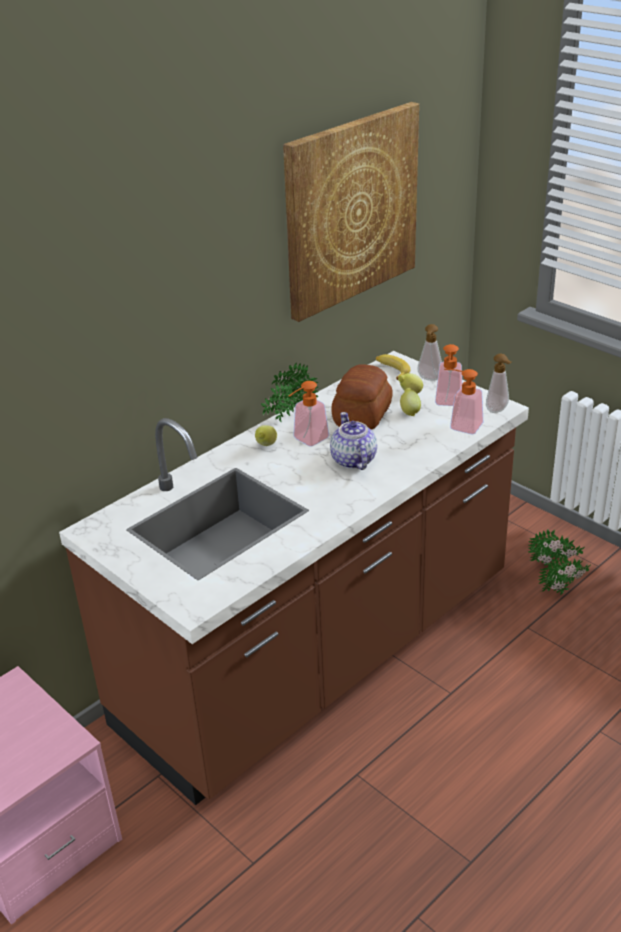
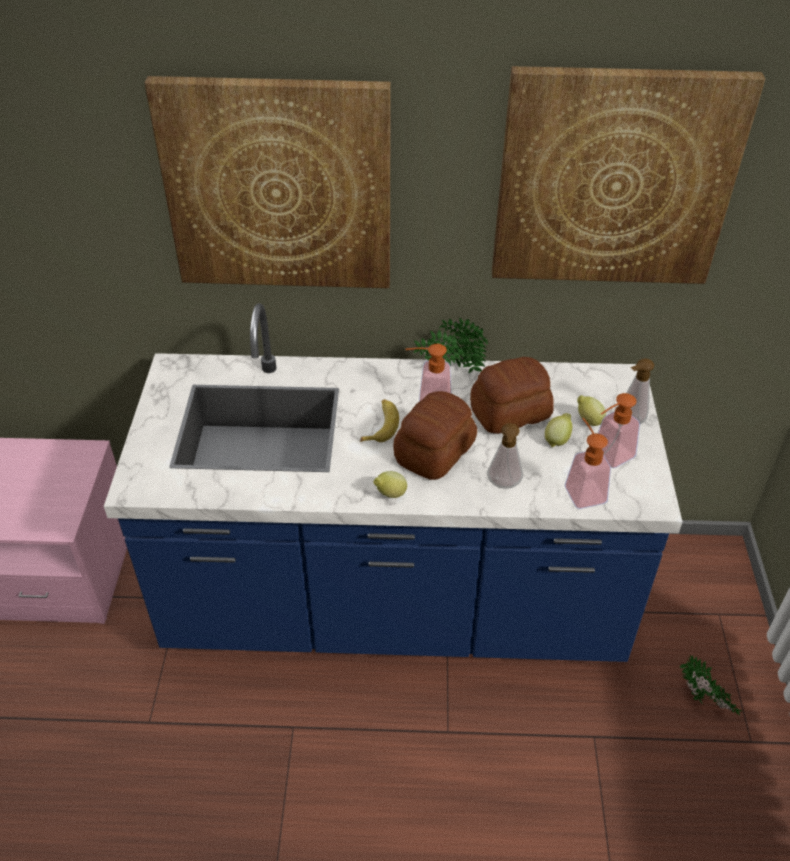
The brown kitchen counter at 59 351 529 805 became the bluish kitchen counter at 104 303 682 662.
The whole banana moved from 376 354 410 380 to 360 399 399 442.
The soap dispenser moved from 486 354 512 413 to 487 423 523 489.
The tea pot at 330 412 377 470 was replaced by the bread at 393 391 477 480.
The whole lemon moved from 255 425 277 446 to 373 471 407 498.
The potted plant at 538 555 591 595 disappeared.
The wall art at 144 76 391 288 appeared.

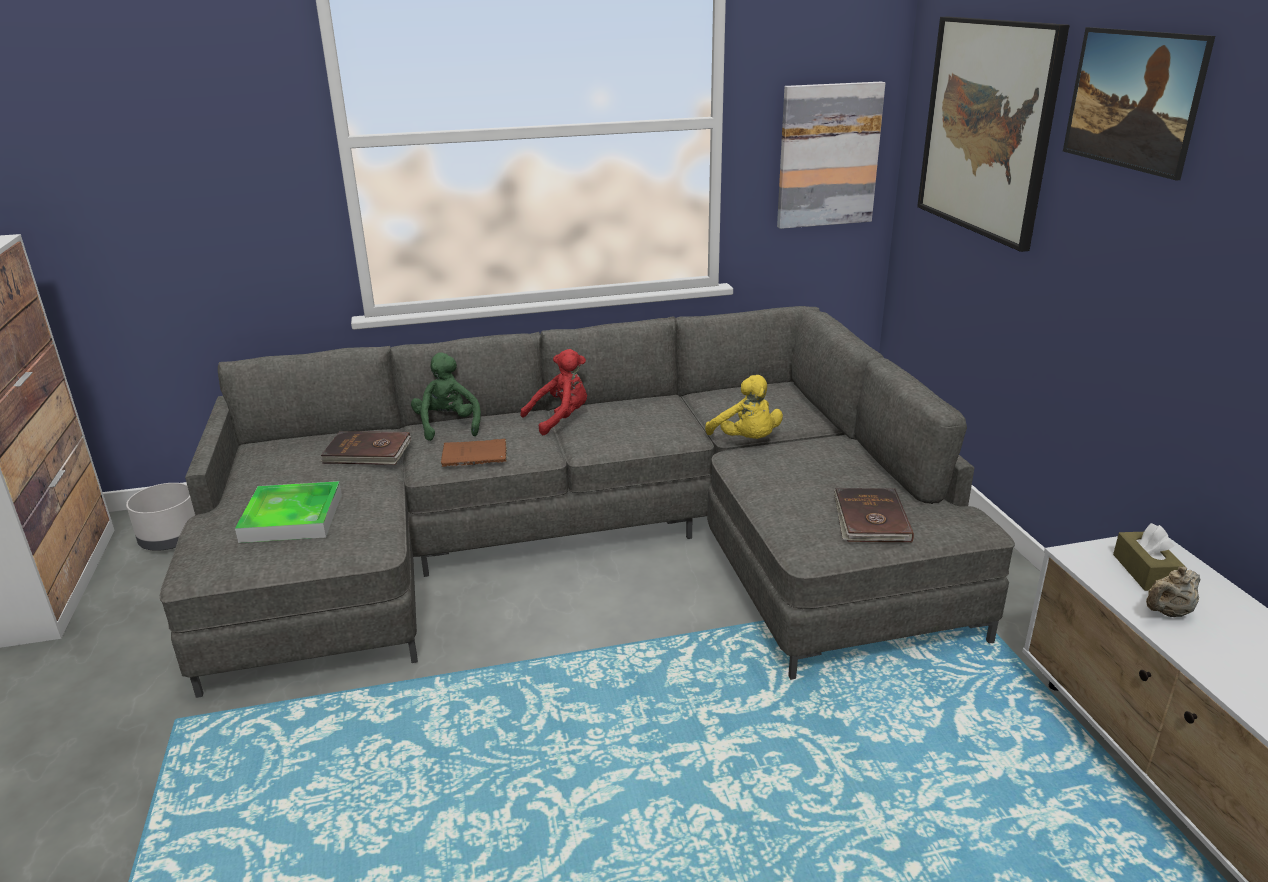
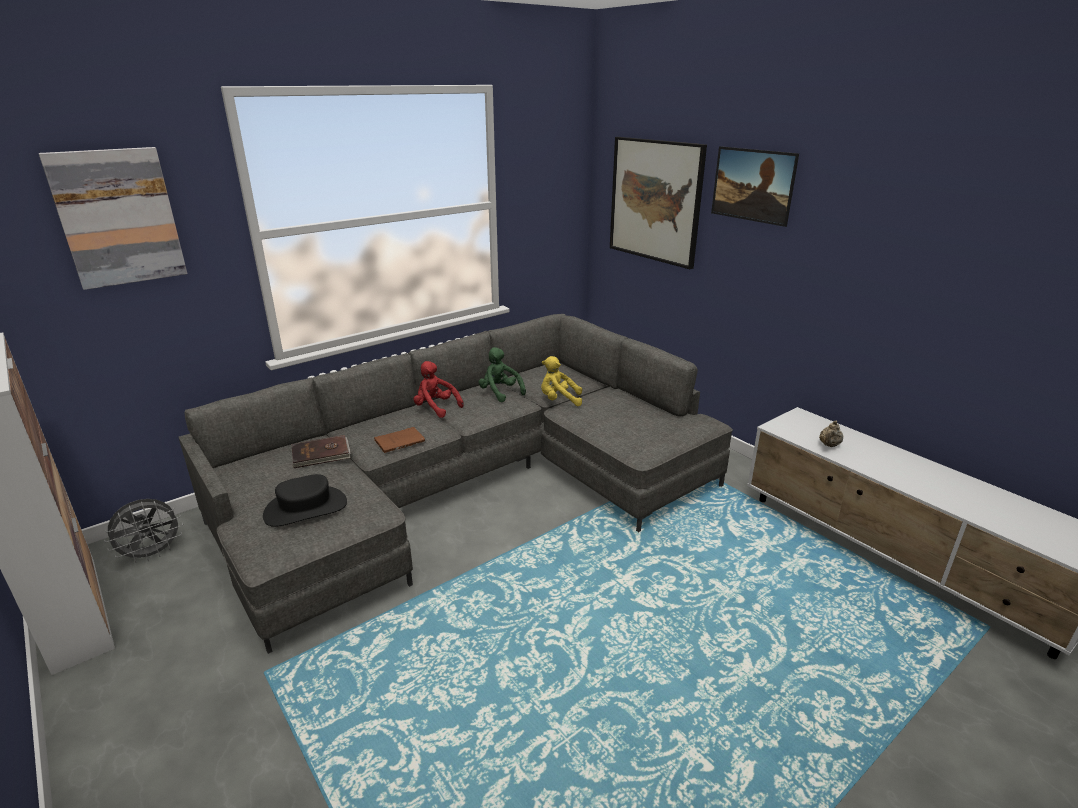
The wall art moved from 777 82 885 229 to 39 147 187 290.
The red plush toy at 520 349 587 435 turned 90 degrees counterclockwise.
The greenish plush toy moved from 411 353 481 441 to 478 347 526 403.
The yellow plush toy at 705 375 783 439 turned 150 degrees clockwise.
The carrying tray at 235 481 342 543 was replaced by the blackish wearable hat at 263 474 347 527.
The grey plant pot at 126 483 195 551 was replaced by the grey fan at 104 499 183 563.
The brown volume at 834 488 914 543 disappeared.
The brown tissue holder at 1113 523 1185 591 disappeared.

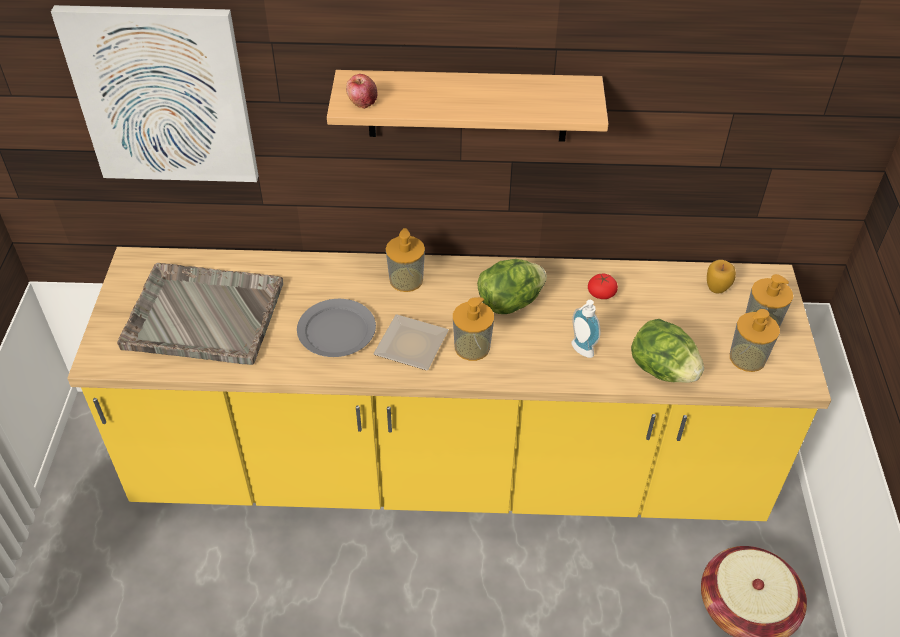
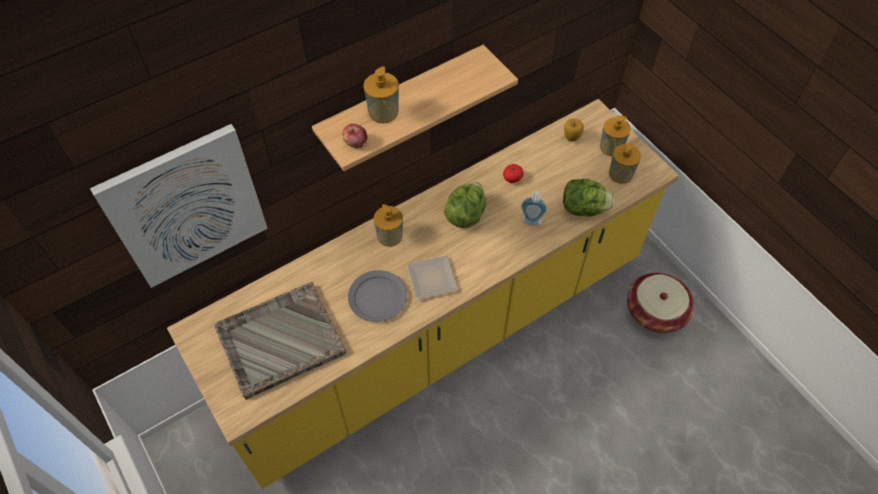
The soap dispenser moved from 453 297 494 361 to 363 66 399 123.

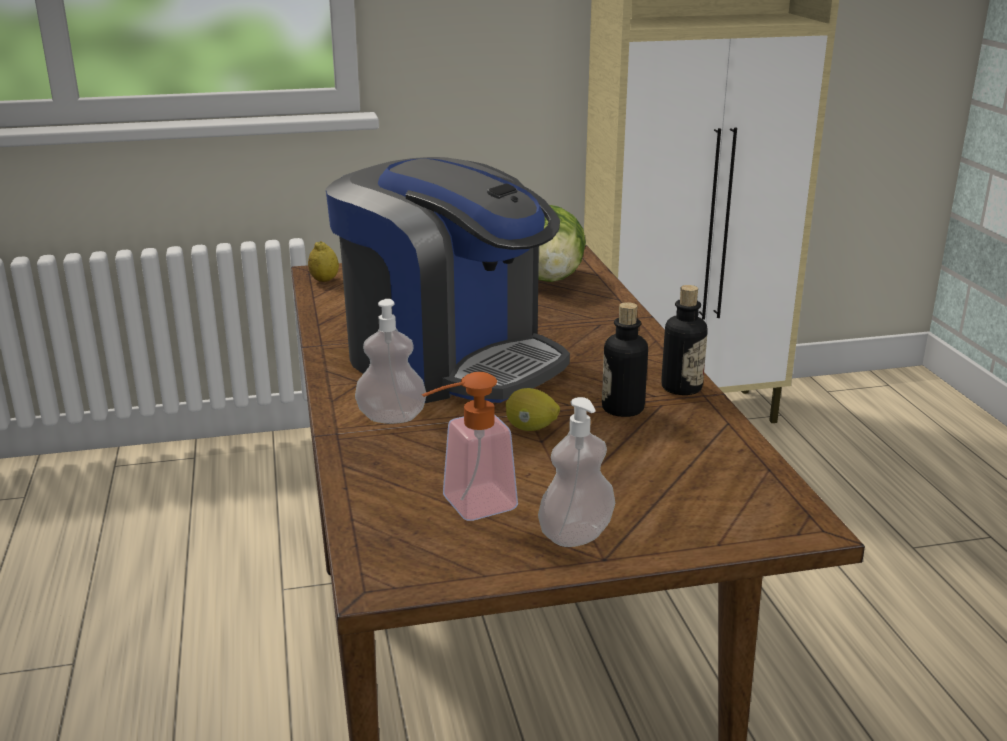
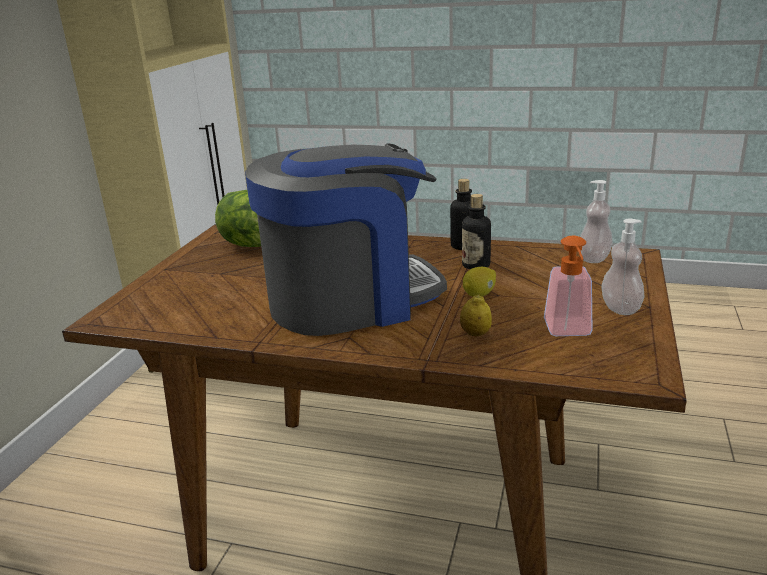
The whole lemon moved from 308 241 339 282 to 460 294 492 336.
The soap dispenser moved from 355 299 426 424 to 580 180 613 263.

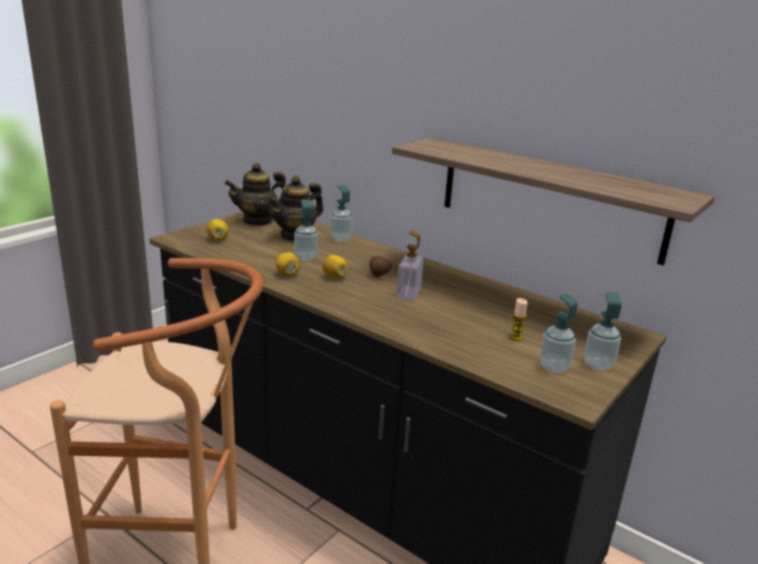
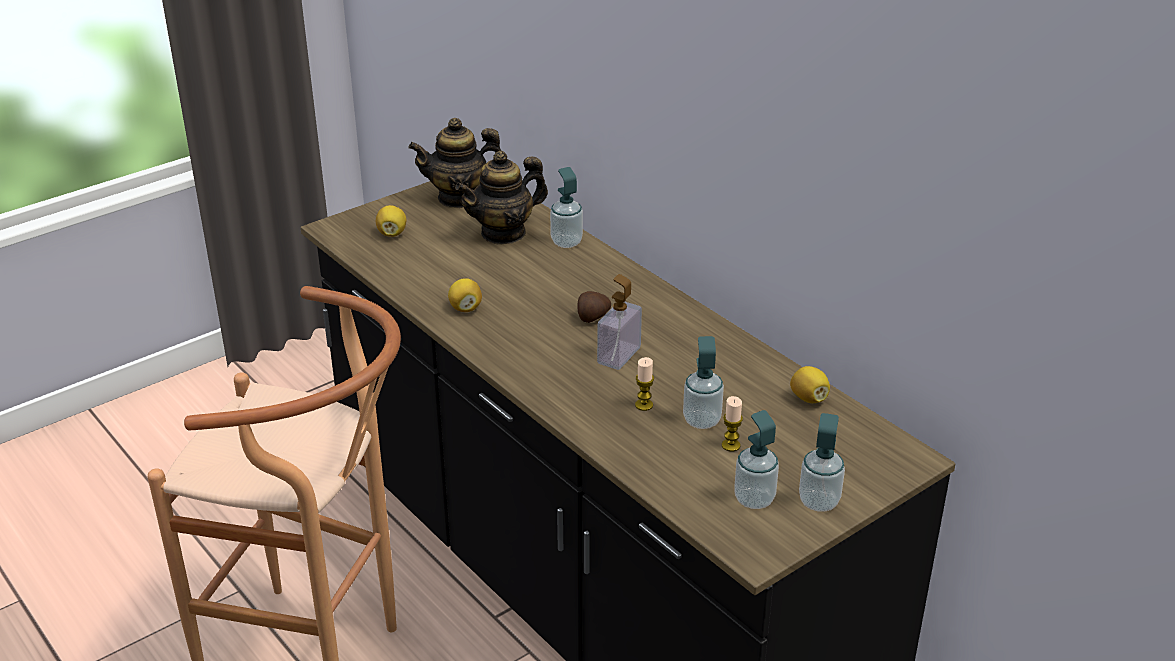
The wall shelf at 392 138 715 266 disappeared.
The soap dispenser moved from 294 200 318 261 to 683 336 724 429.
The whole lemon moved from 322 255 348 278 to 790 366 830 403.
The wax candle at 635 357 654 411 appeared.

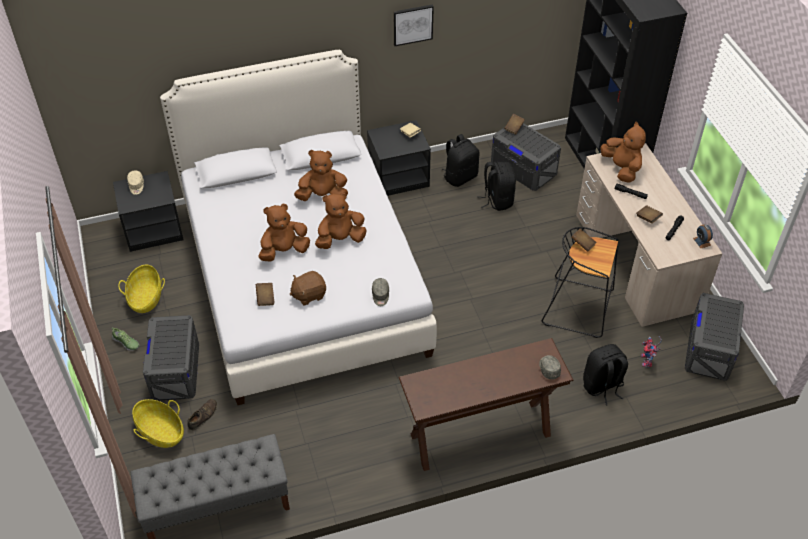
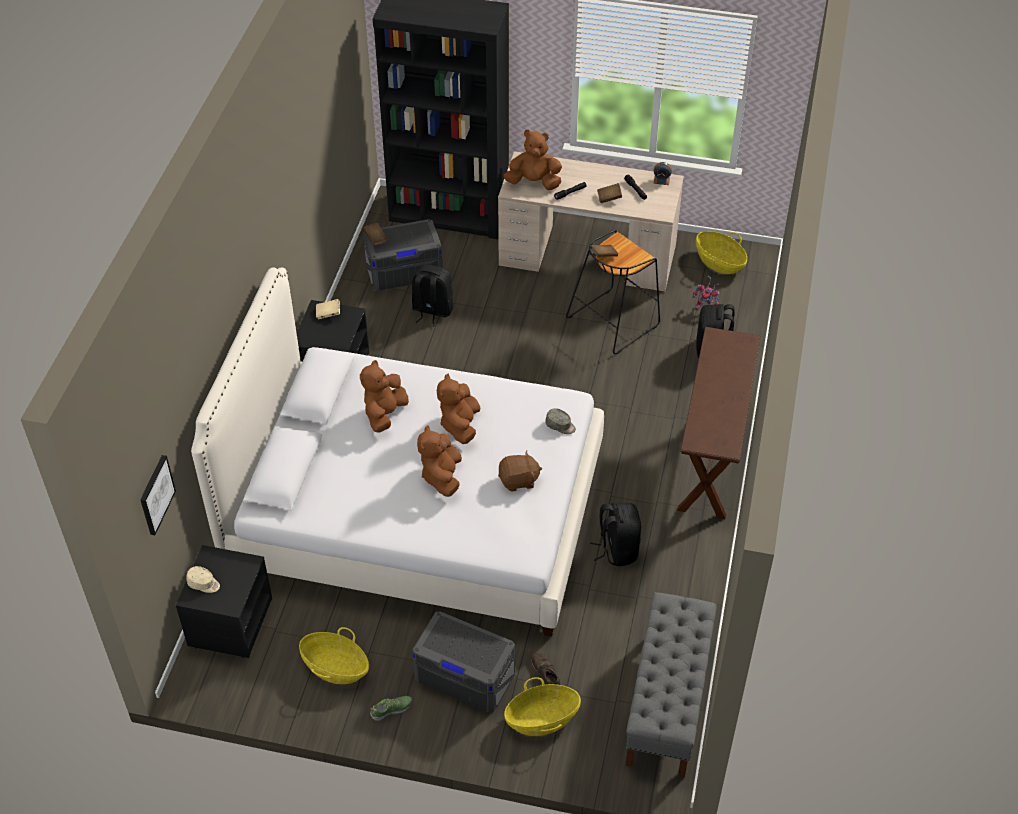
The wall art moved from 394 5 434 46 to 140 455 176 535.
The blackish rucksack moved from 442 134 479 187 to 590 503 641 566.
The brown plush toy at 290 271 326 306 turned 105 degrees counterclockwise.
The brown volume at 256 283 275 306 disappeared.
The grey storage container at 685 293 744 381 was replaced by the household basket at 696 231 747 274.
The grey baseball cap at 539 355 561 379 disappeared.

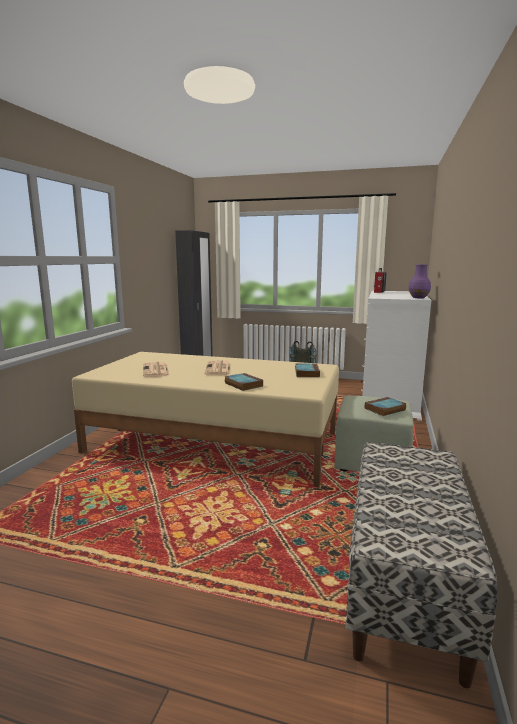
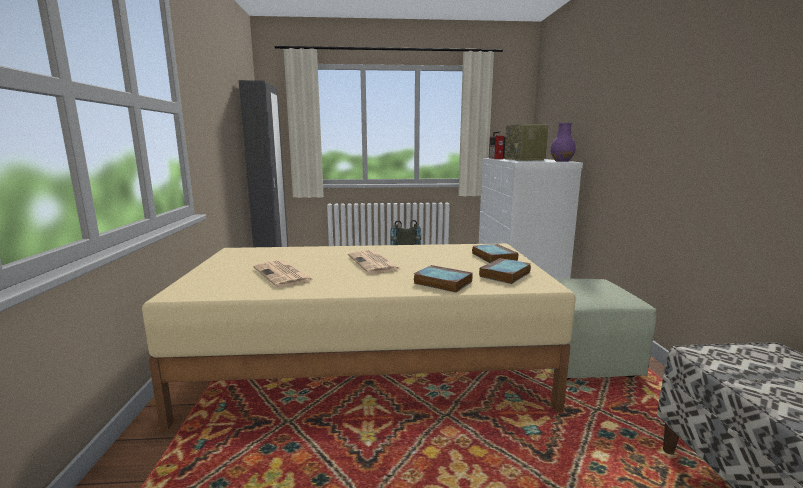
The volume moved from 365 397 407 416 to 479 258 531 284.
The radio receiver at 505 124 548 161 appeared.

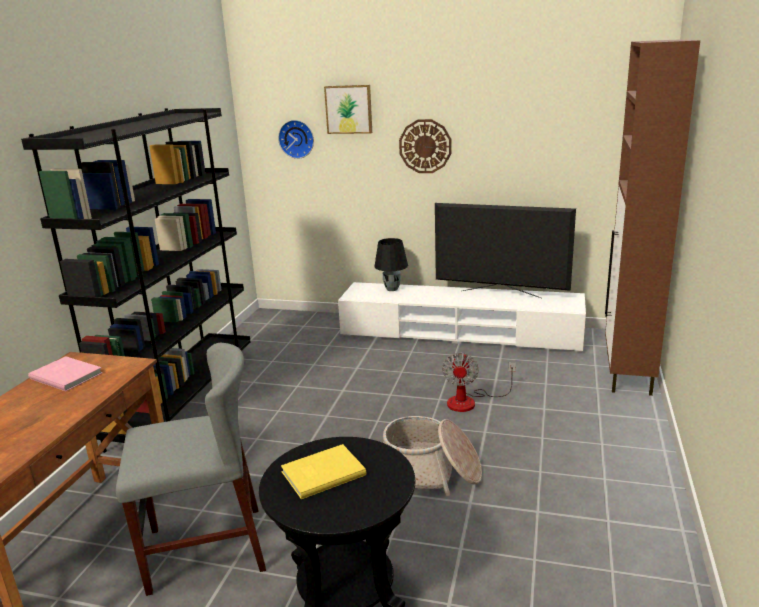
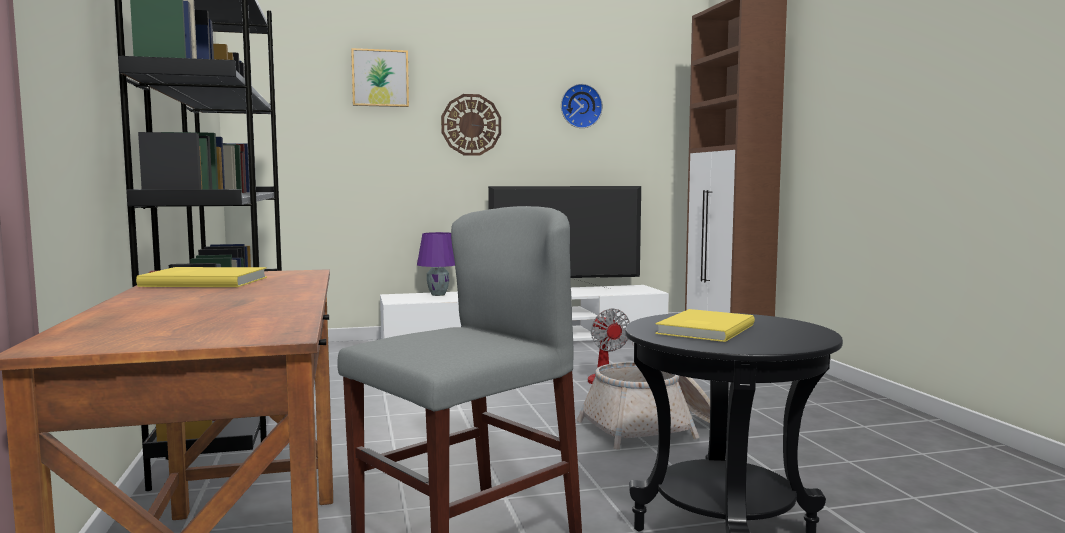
The wall clock moved from 278 120 314 159 to 561 84 603 128.
The blackish tabletop lamp at 374 238 408 291 became the purple-coloured tabletop lamp at 417 232 455 296.
The pink volume at 28 356 103 391 became the yellow volume at 136 267 267 287.

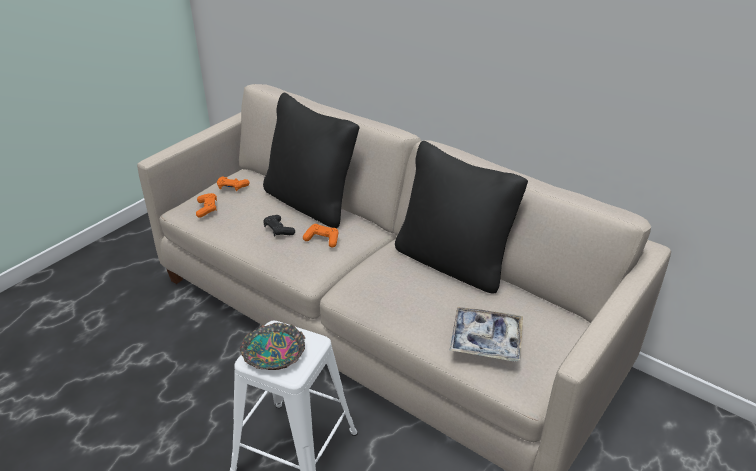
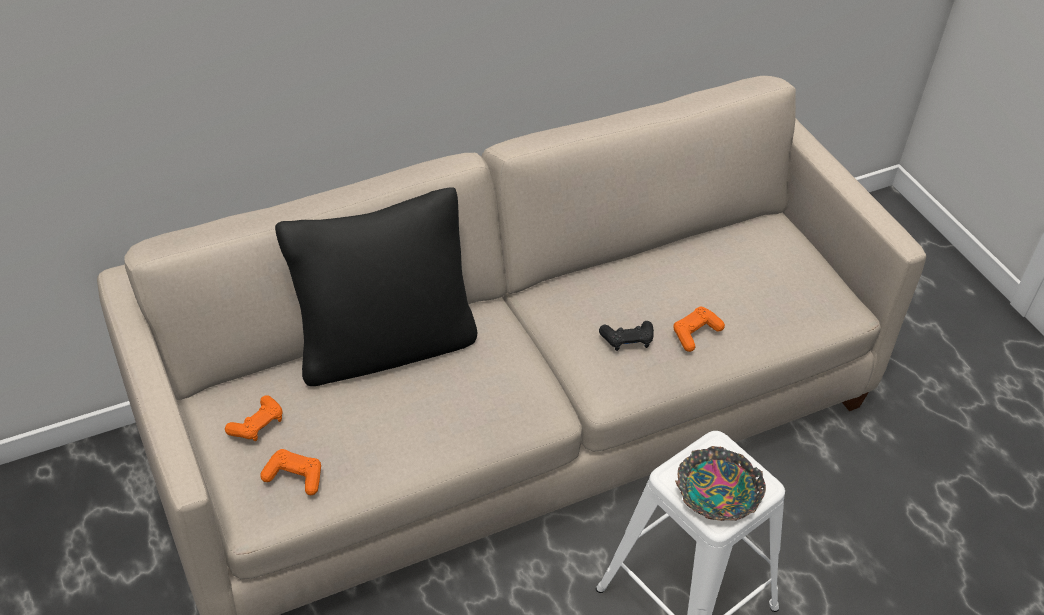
The blackish throw pillow at 395 141 528 294 disappeared.
The blackish joypad moved from 263 215 295 236 to 599 321 654 351.
The orange-coloured joypad moved from 303 224 338 248 to 673 307 725 352.
The carrying tray at 449 307 523 362 disappeared.

